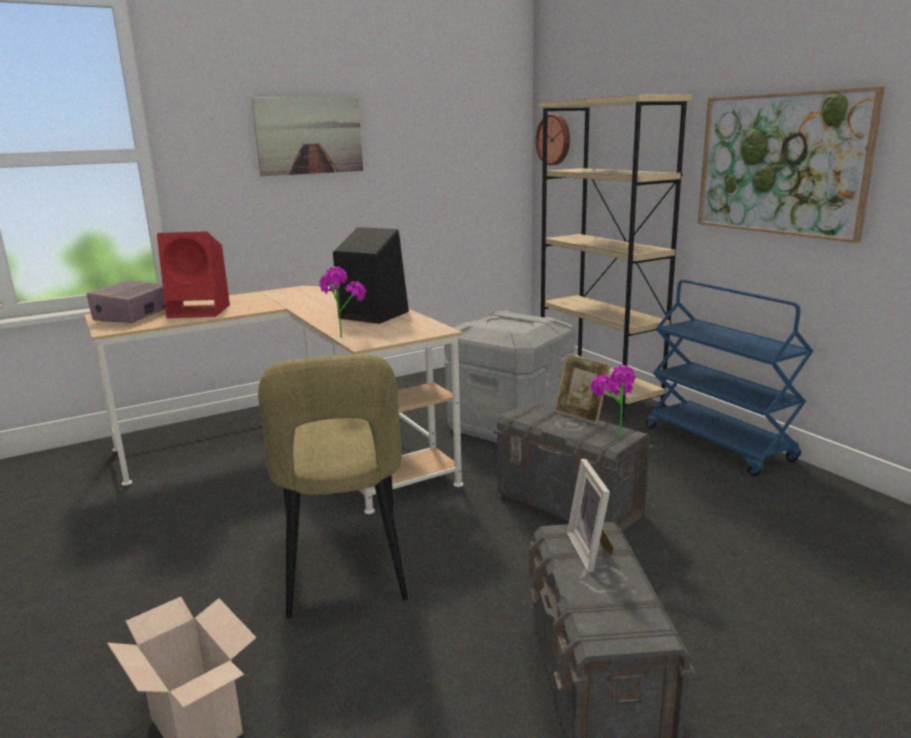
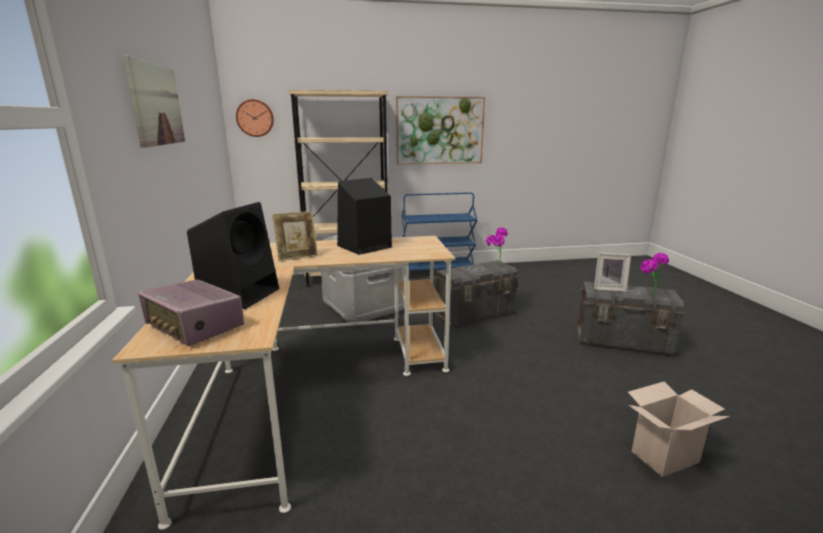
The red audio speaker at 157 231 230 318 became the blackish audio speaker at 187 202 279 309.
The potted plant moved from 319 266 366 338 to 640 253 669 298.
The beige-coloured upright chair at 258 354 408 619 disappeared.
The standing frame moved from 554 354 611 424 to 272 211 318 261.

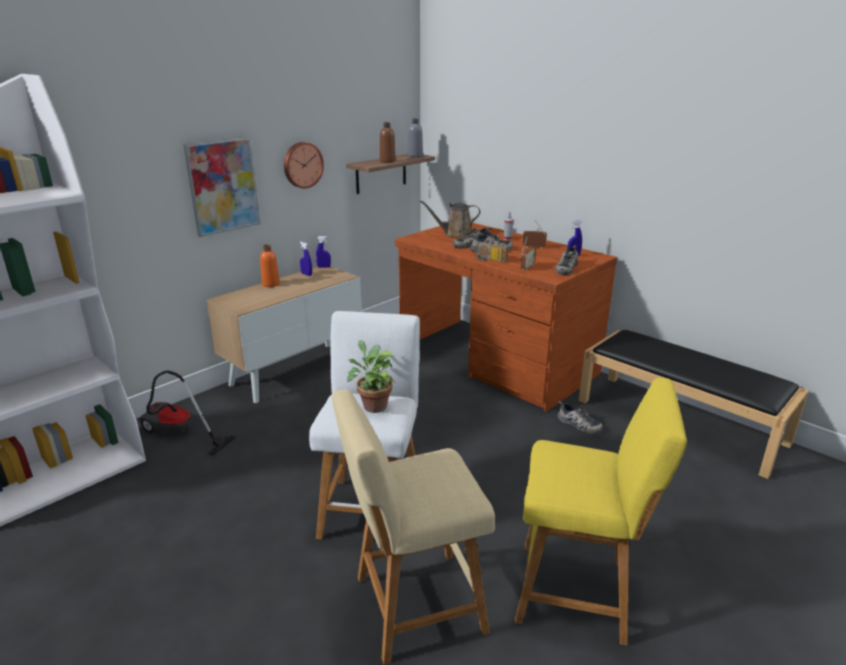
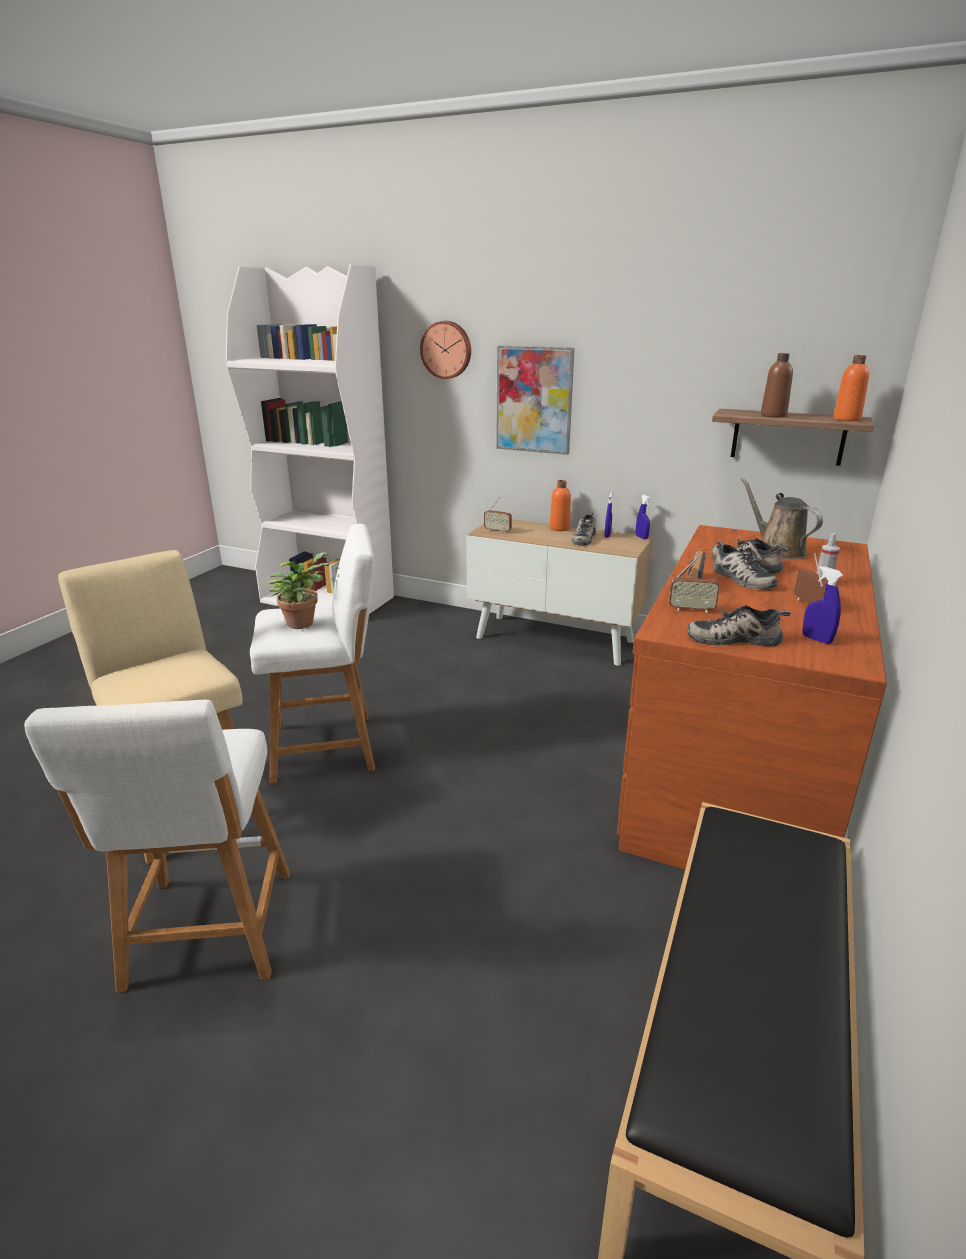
The grey drink bottle at 408 118 423 157 became the orange-coloured drink bottle at 833 355 869 421.
The wall clock moved from 284 142 324 189 to 420 321 471 379.
The hoover at 138 370 236 456 disappeared.
The yellow sitting stool at 515 378 687 646 became the white-coloured sitting stool at 24 700 290 992.
The shoe moved from 557 401 603 434 to 572 513 596 546.
The radio receiver at 484 497 512 533 appeared.

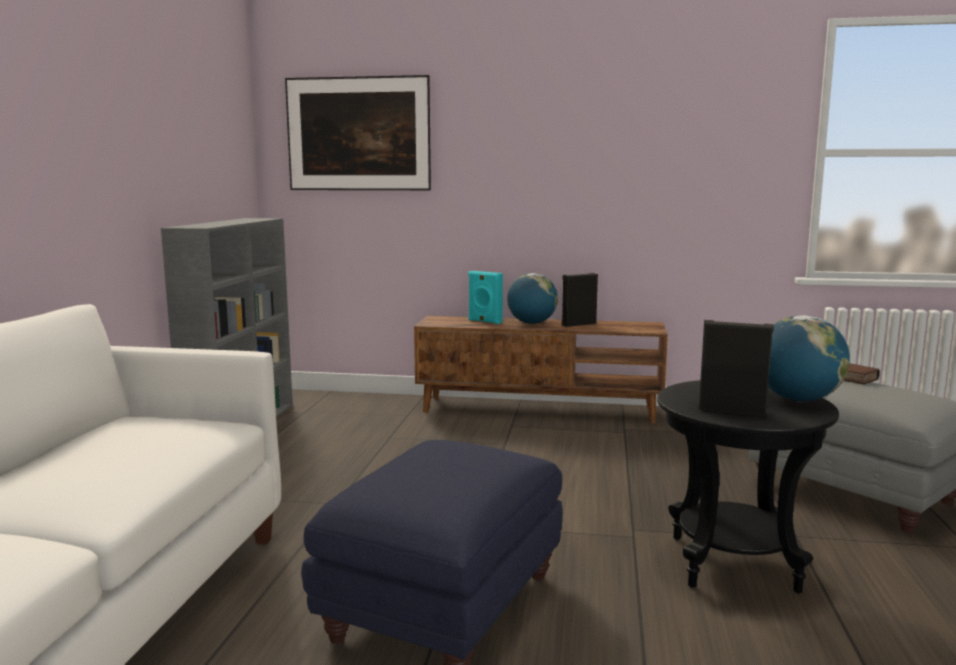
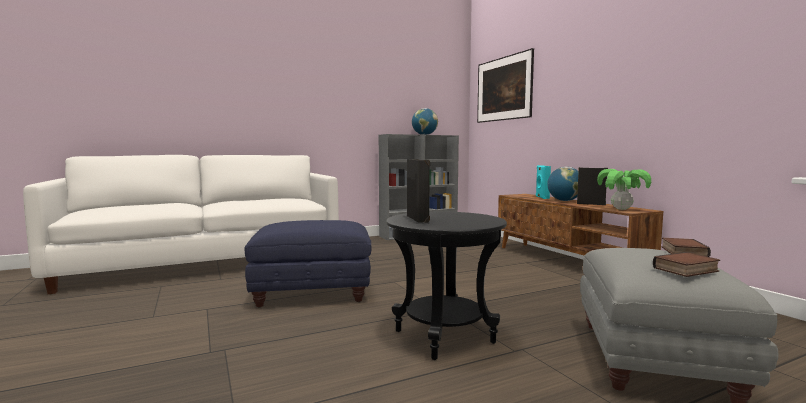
The world globe moved from 768 315 850 401 to 412 108 438 135.
The potted plant at 597 169 651 210 appeared.
The volume at 653 252 720 277 appeared.

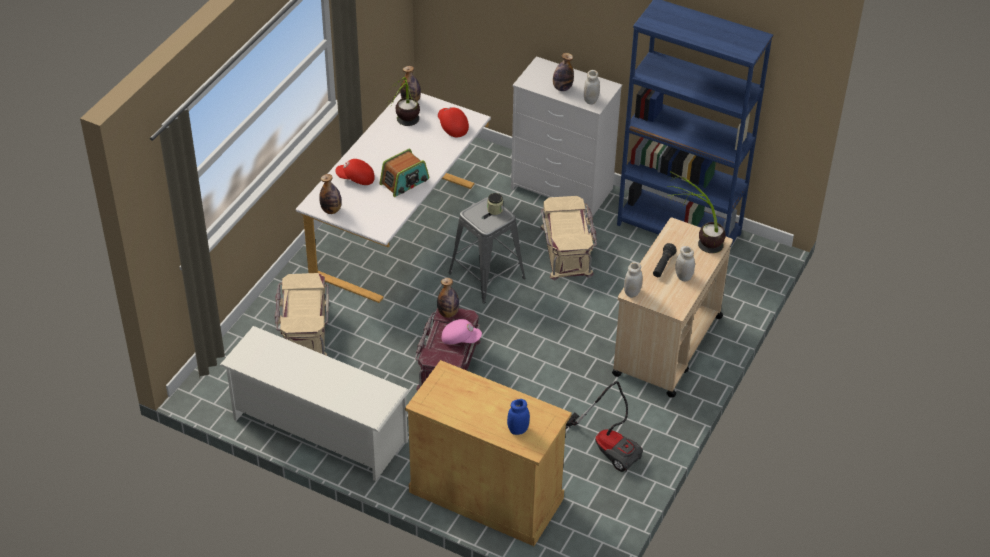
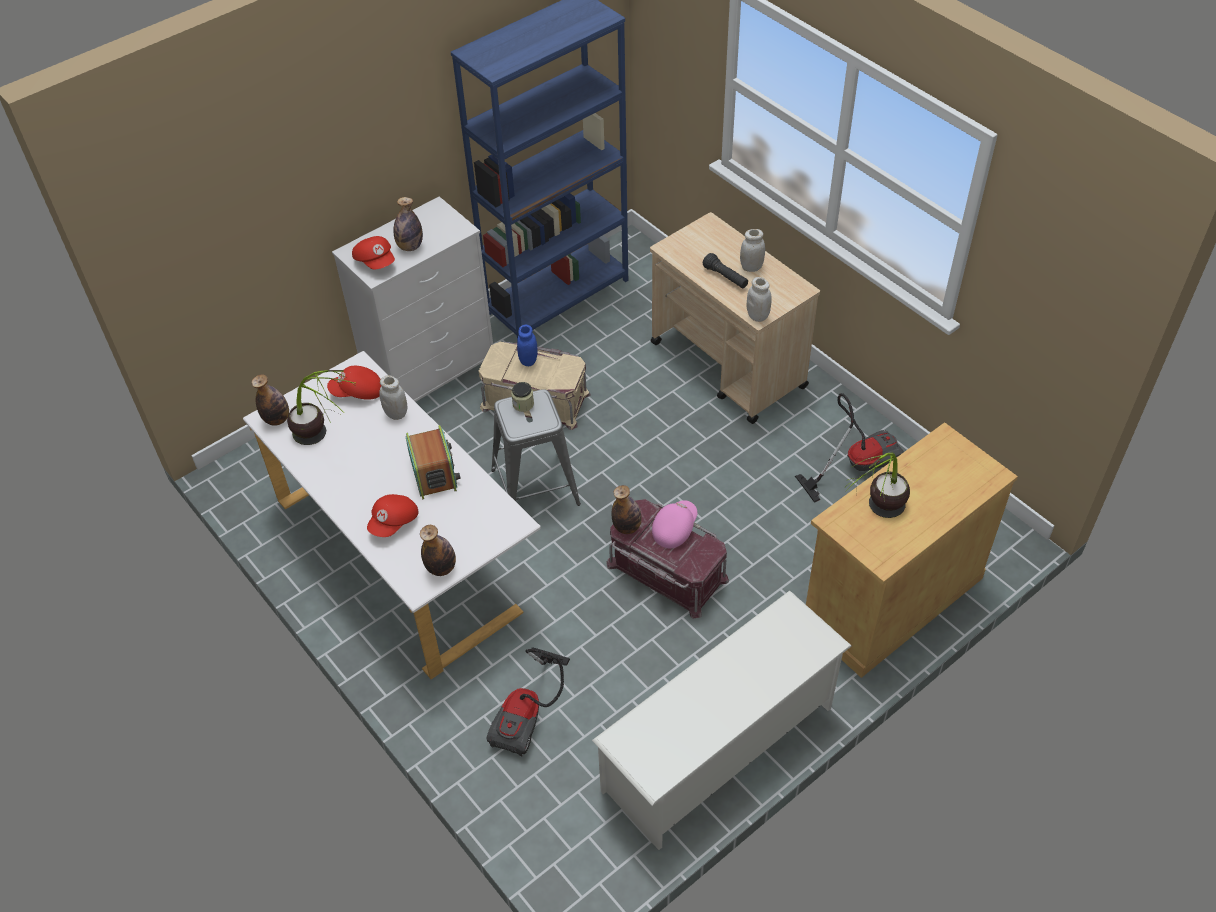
The white-coloured preserve jar moved from 584 70 600 105 to 379 375 407 420.
The potted plant moved from 667 171 725 253 to 845 453 910 518.
The beige-coloured storage container at 275 273 329 356 was replaced by the hoover at 486 647 570 757.
The bluish preserve jar moved from 507 399 530 435 to 517 325 537 366.
The red baseball cap at 352 236 395 270 appeared.

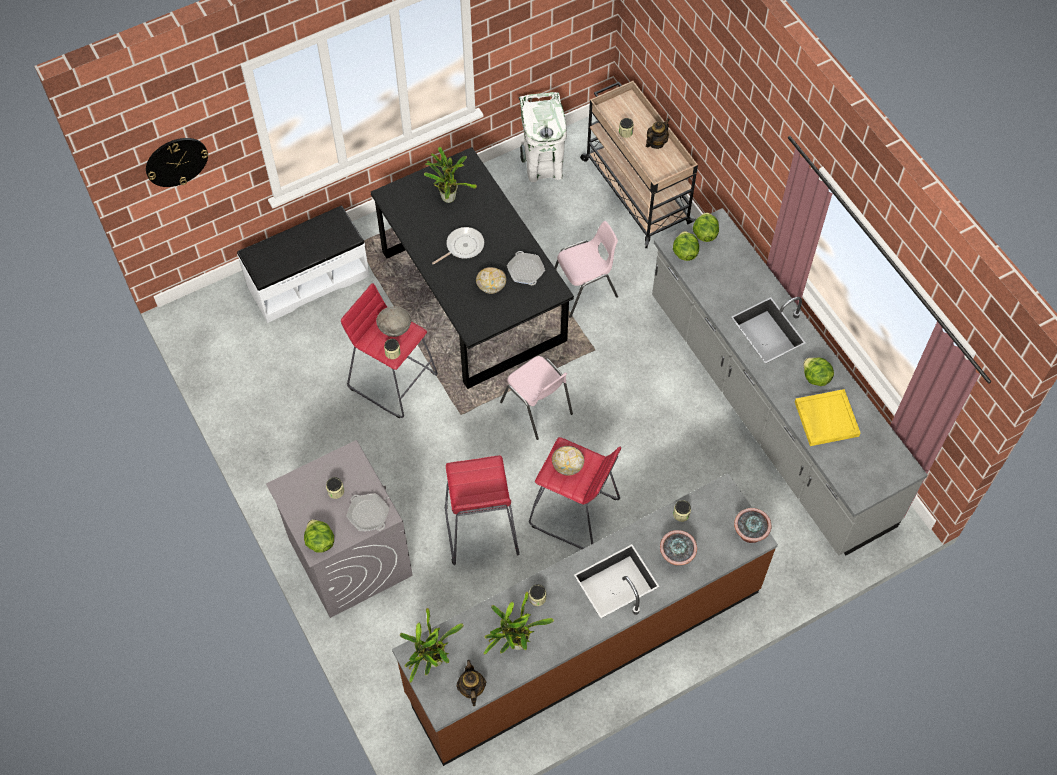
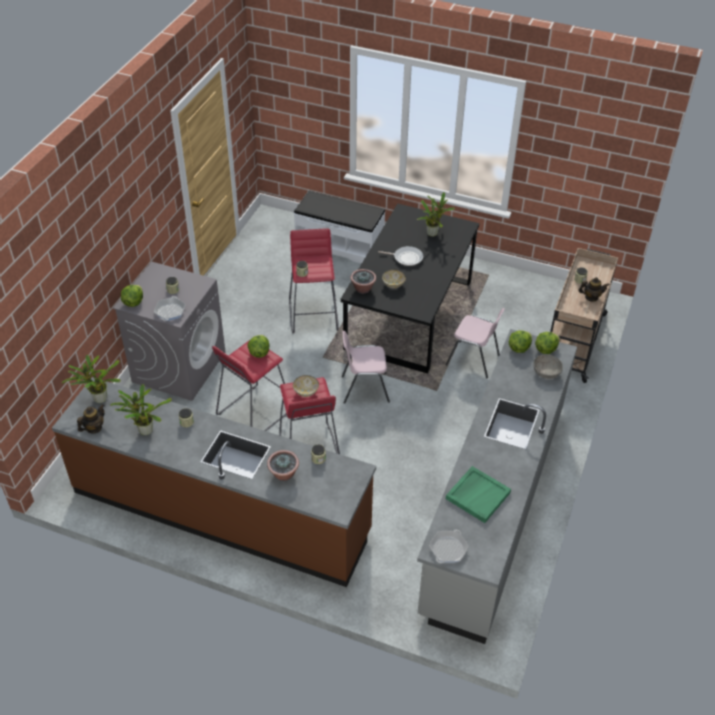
The white-coloured rubbish bin at 519 92 567 182 disappeared.
The wall clock at 146 138 208 187 disappeared.
The skillet moved from 507 251 545 285 to 429 530 469 563.
The grey deep dish moved from 376 306 411 337 to 533 354 563 379.
The pink upright chair at 500 356 573 440 turned 75 degrees clockwise.
The head of lettuce moved from 803 358 834 386 to 247 335 269 358.
The yellow carrying tray at 795 389 861 446 became the greenish carrying tray at 446 466 511 523.
The potted plant moved from 734 508 771 543 to 350 269 376 294.

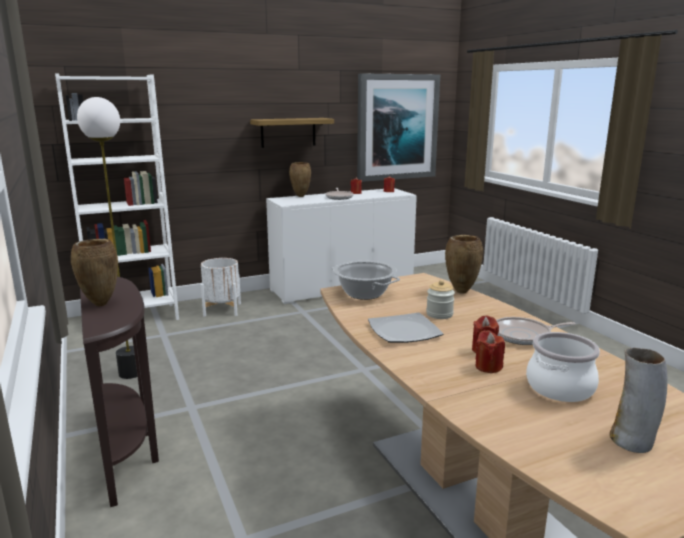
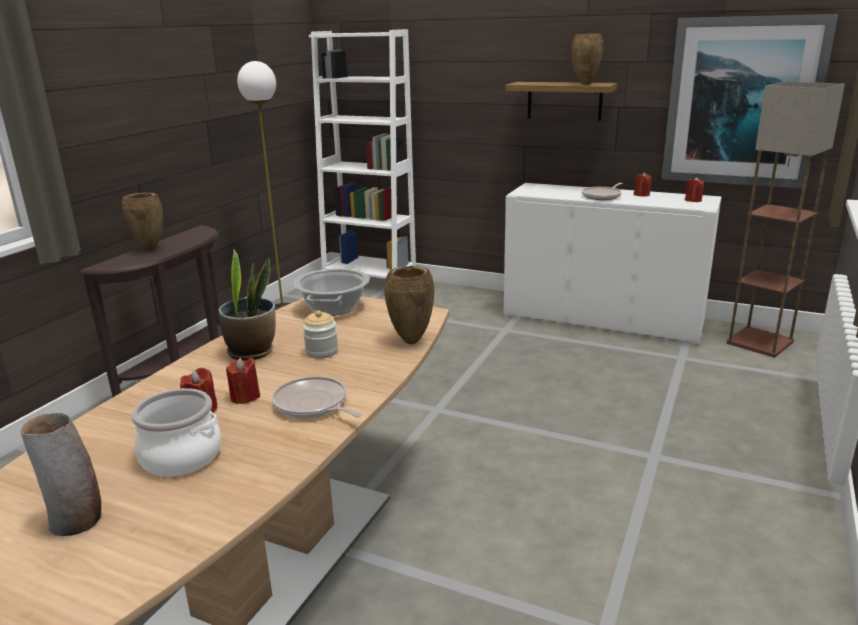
The brown decorative vase moved from 289 162 311 197 to 571 33 604 85.
The white-coloured plant pot at 201 258 241 317 disappeared.
The flat dish at 368 313 443 343 was replaced by the potted plant at 219 249 276 361.
The floor lamp at 727 81 845 357 appeared.

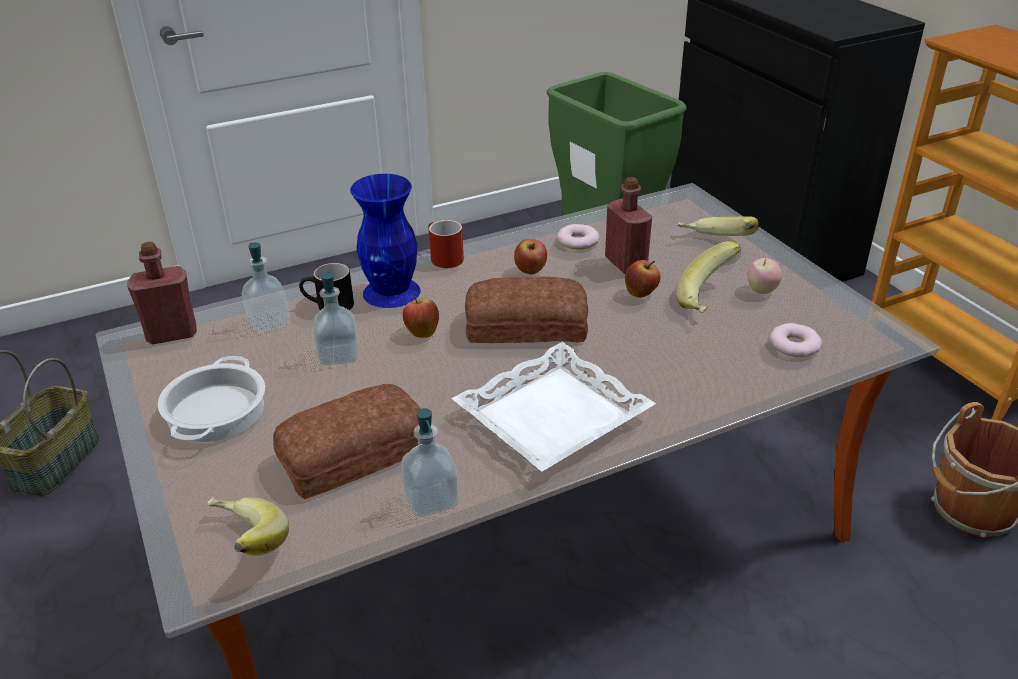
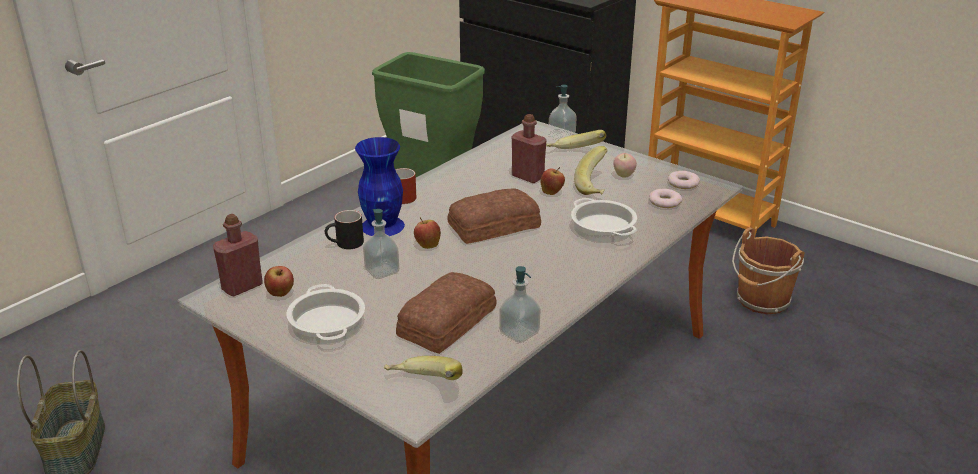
The ring doughnut moved from 557 224 600 250 to 668 171 700 189.
The whole apple moved from 514 239 547 275 to 264 266 294 297.
The soap dispenser moved from 242 242 290 333 to 548 85 577 139.
The white-coloured carrying tray at 451 342 656 472 disappeared.
The stockpot at 571 198 637 243 appeared.

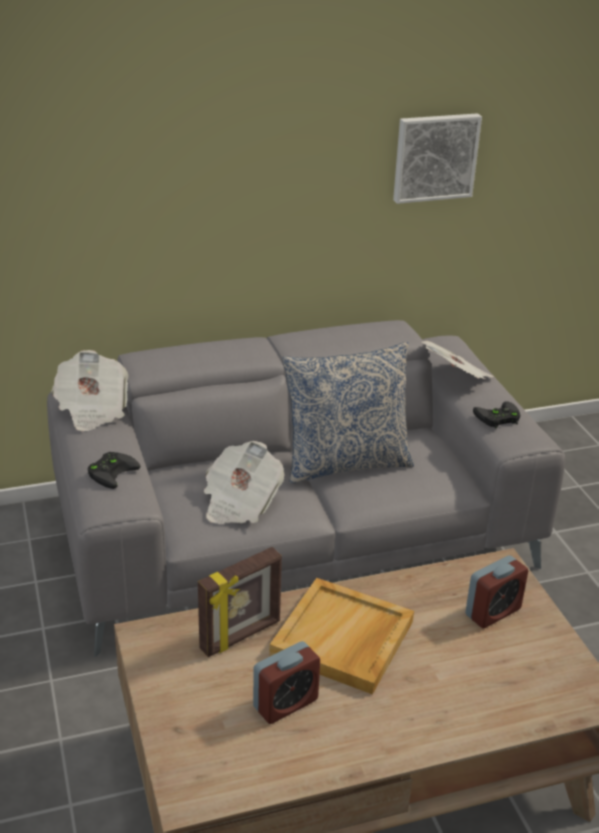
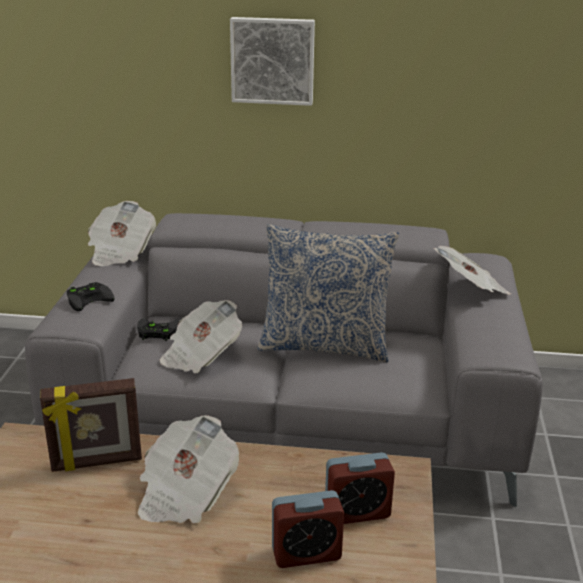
The wall art moved from 393 113 482 204 to 230 17 315 106.
The blackish joypad moved from 473 401 521 428 to 137 318 180 341.
The beige-coloured carrying tray at 269 578 414 695 was replaced by the daily paper at 138 415 239 524.
The table clock moved from 253 641 320 724 to 272 490 344 568.

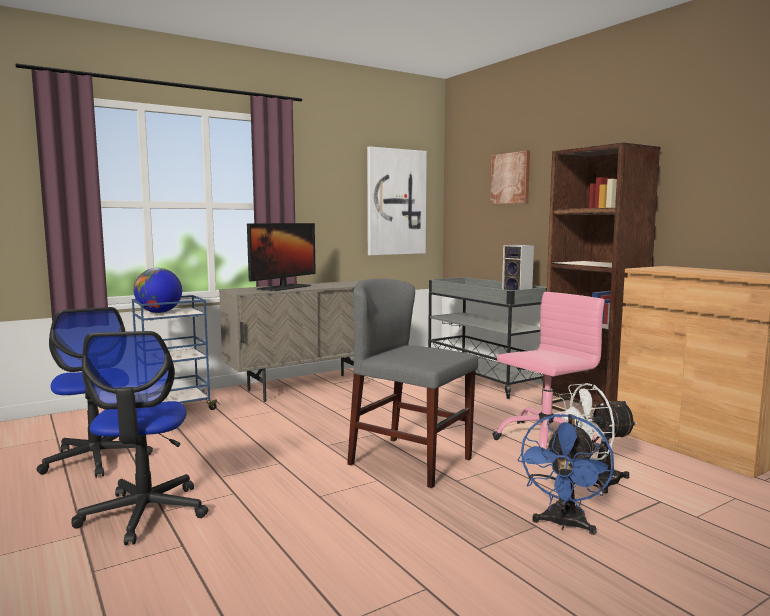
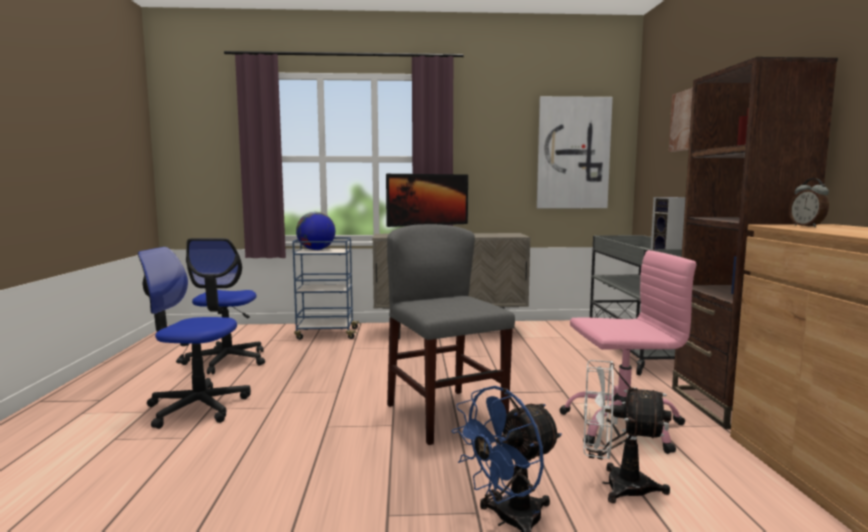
The desk chair at 71 331 208 545 turned 75 degrees clockwise.
The table clock at 789 178 829 227 appeared.

